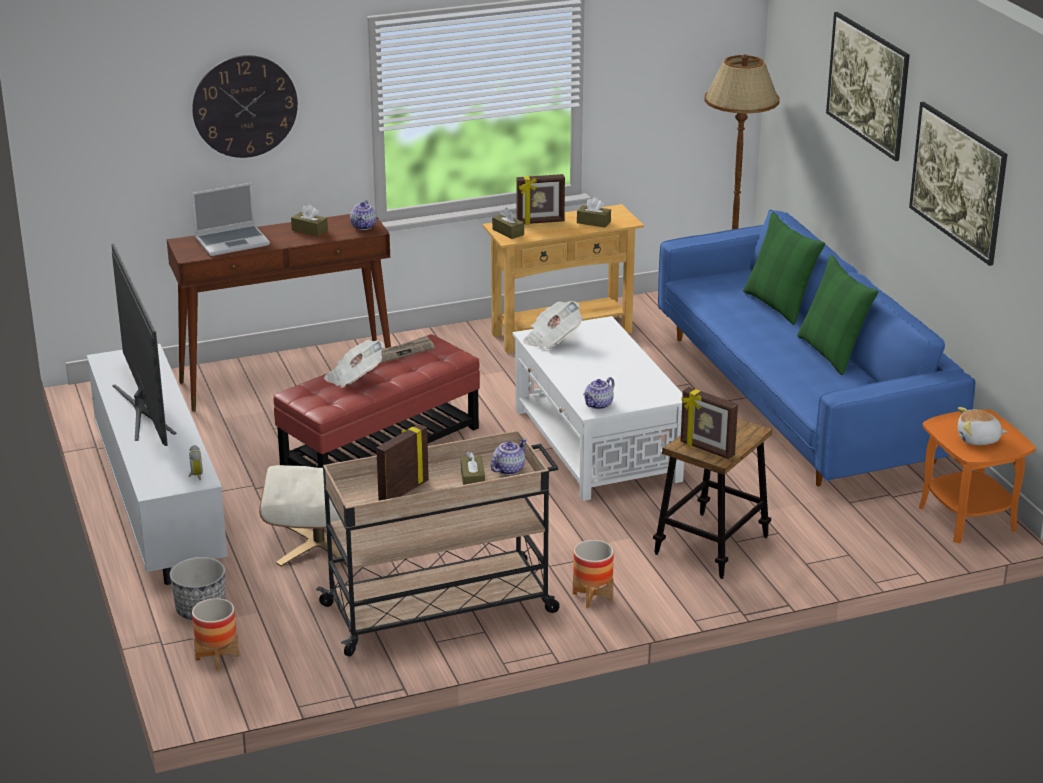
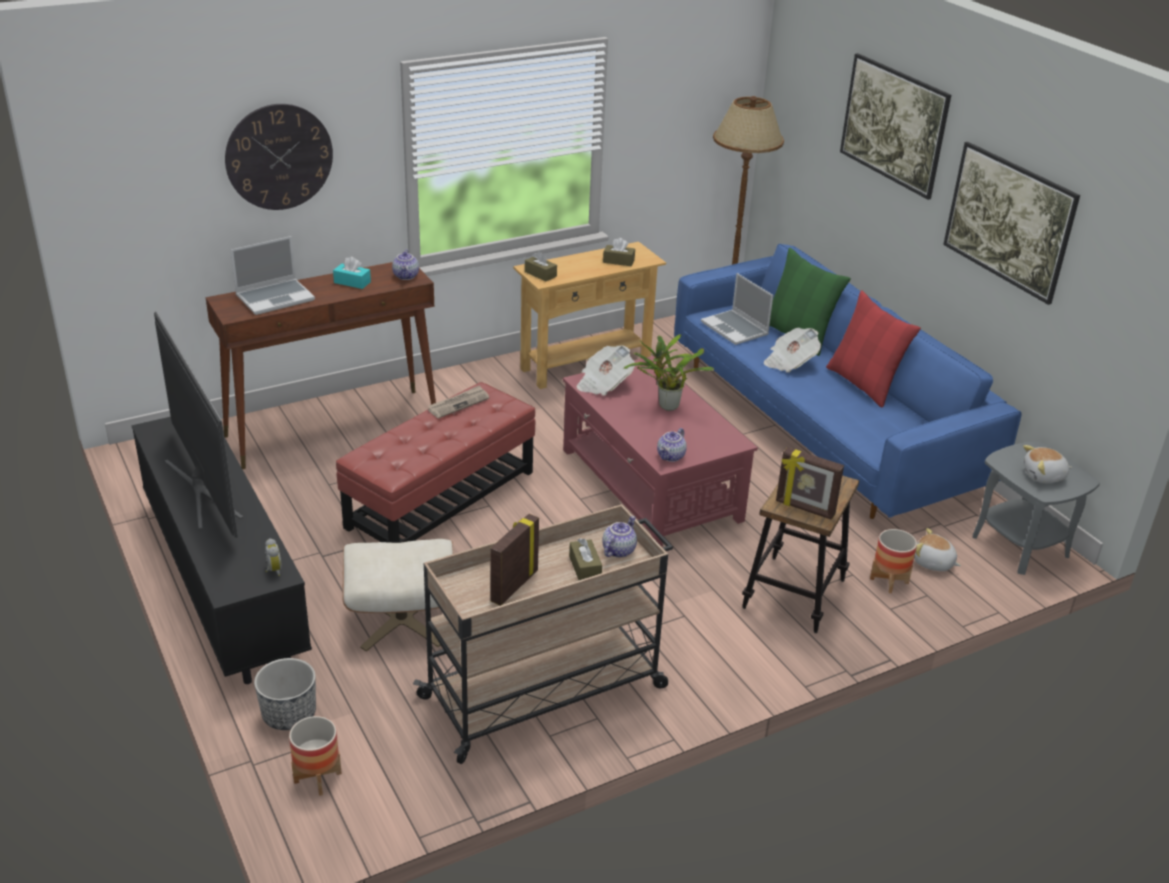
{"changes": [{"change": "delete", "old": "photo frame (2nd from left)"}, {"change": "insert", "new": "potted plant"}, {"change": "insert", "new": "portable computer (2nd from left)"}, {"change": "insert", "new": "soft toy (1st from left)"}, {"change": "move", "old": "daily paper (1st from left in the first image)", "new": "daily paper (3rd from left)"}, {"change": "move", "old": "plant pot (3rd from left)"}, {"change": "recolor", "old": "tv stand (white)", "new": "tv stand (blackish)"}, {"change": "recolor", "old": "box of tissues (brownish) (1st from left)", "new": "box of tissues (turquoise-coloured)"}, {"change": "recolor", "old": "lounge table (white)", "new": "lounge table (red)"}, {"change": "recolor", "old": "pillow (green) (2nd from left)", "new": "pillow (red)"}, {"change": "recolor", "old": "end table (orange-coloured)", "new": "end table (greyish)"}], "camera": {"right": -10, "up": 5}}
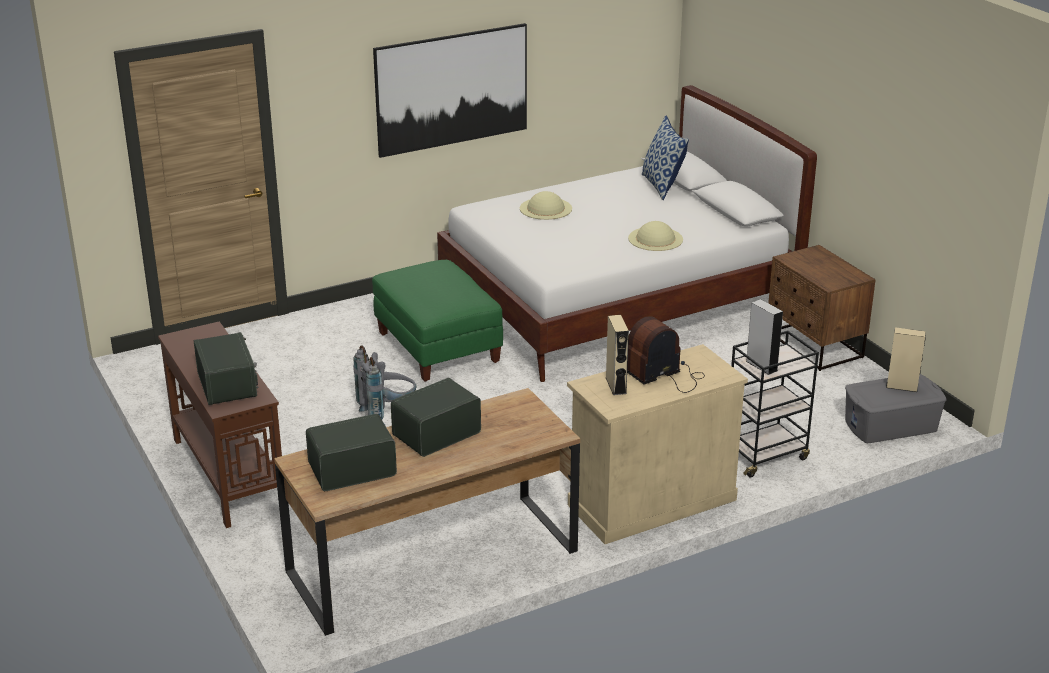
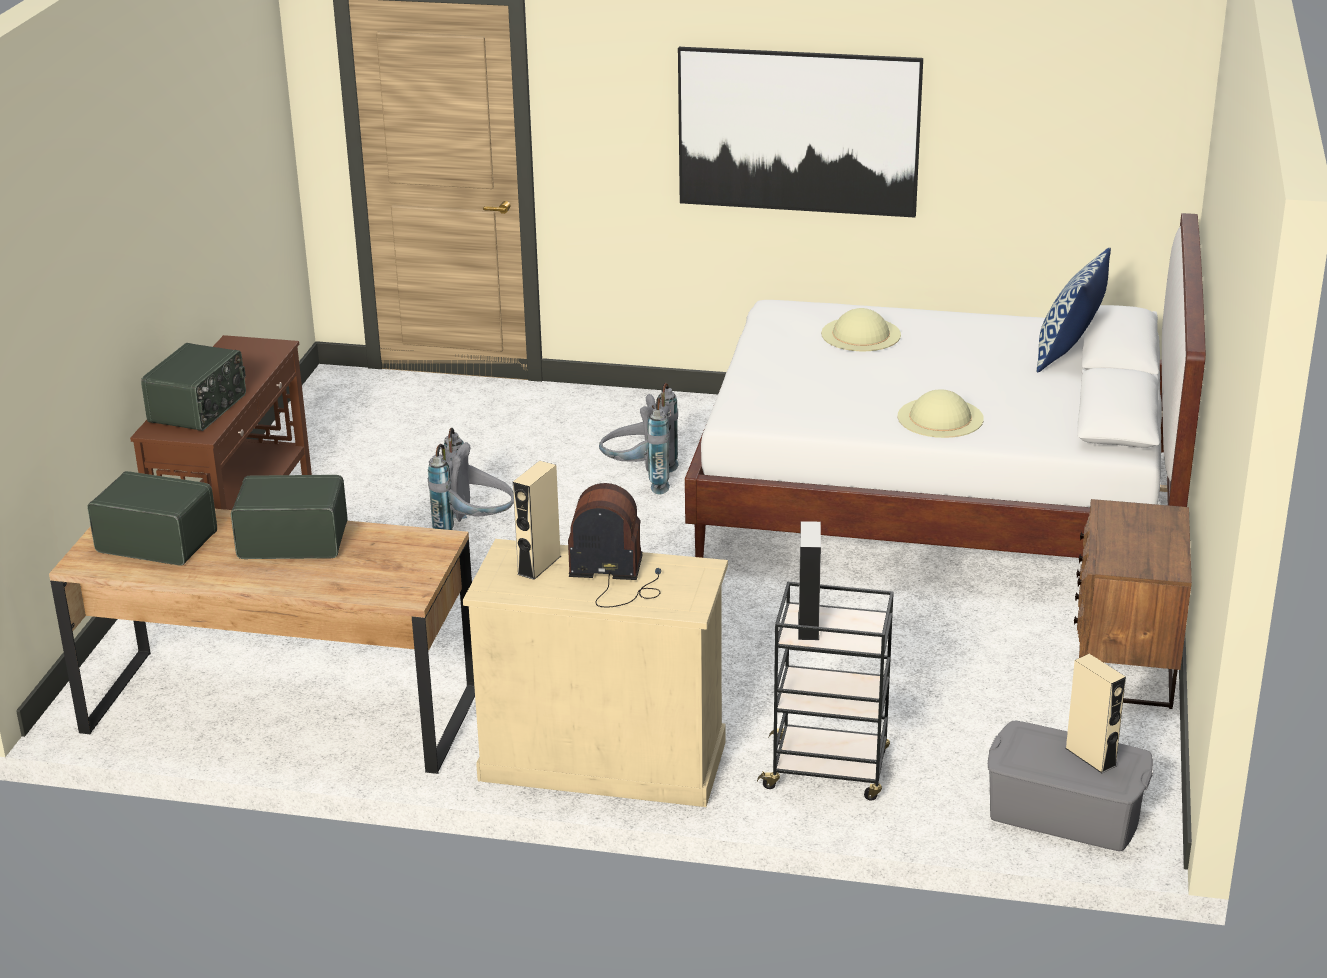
{"changes": [{"change": "replace", "old": "pouffe (green)", "new": "backpack (greyish) (2nd from left)"}], "camera": {"right": 40, "up": 0}}
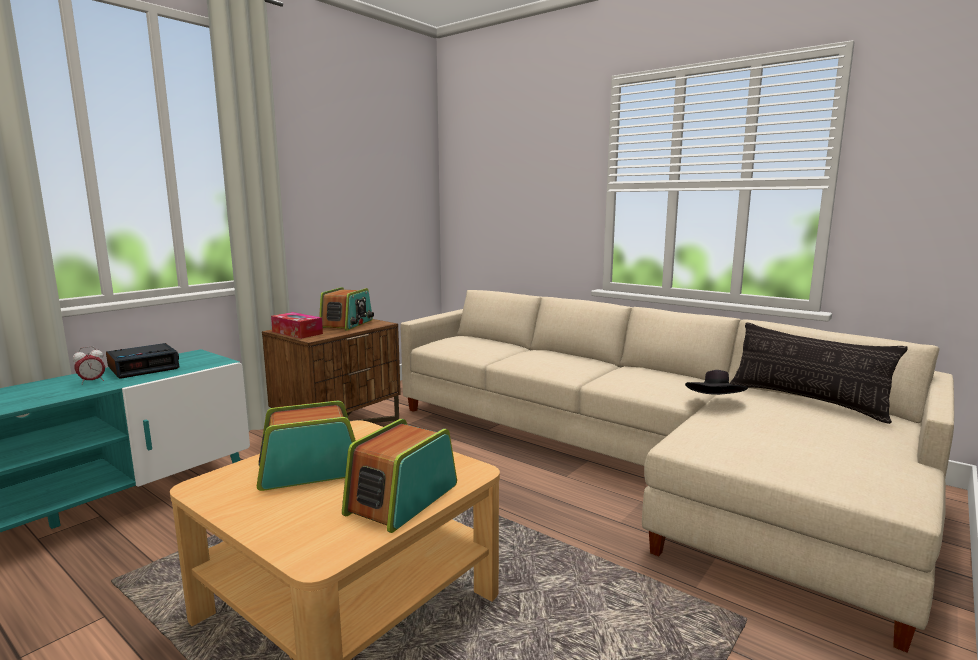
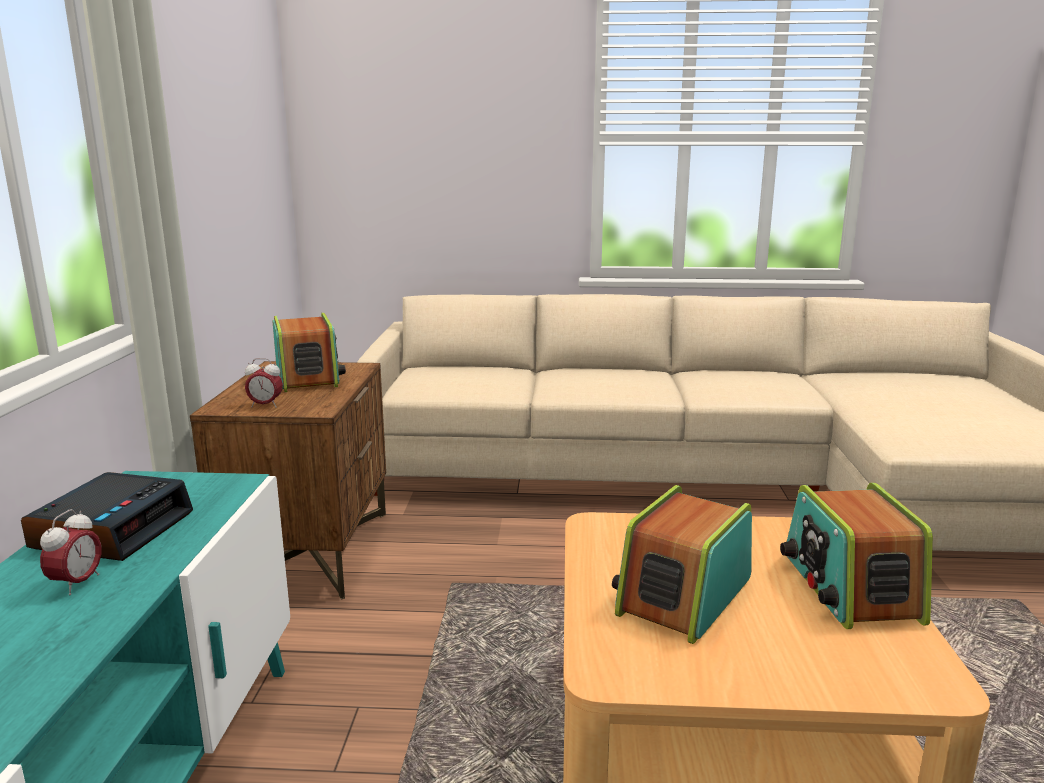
{"changes": [{"change": "delete", "old": "clothing hat (blackish)"}, {"change": "delete", "old": "pillow"}, {"change": "replace", "old": "box of tissues", "new": "table clock (3rd from left)"}], "camera": {"right": -35, "up": 5}}
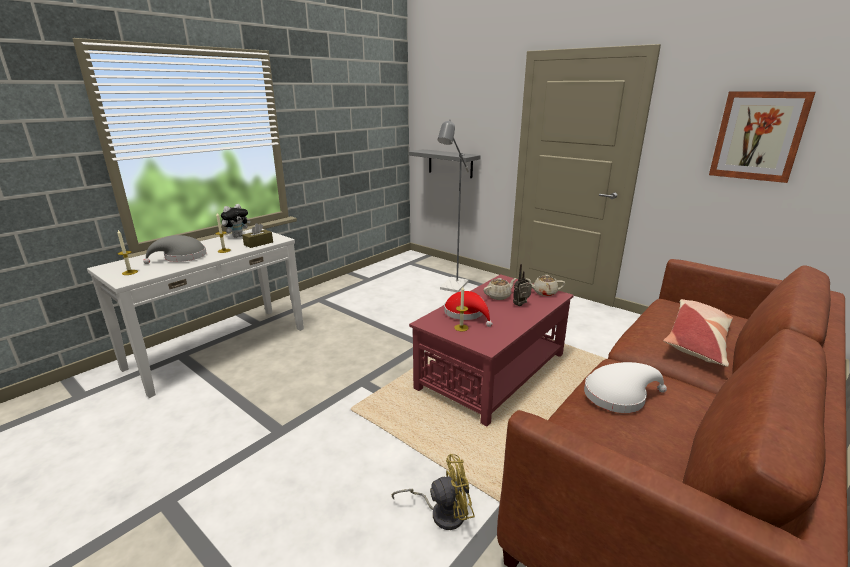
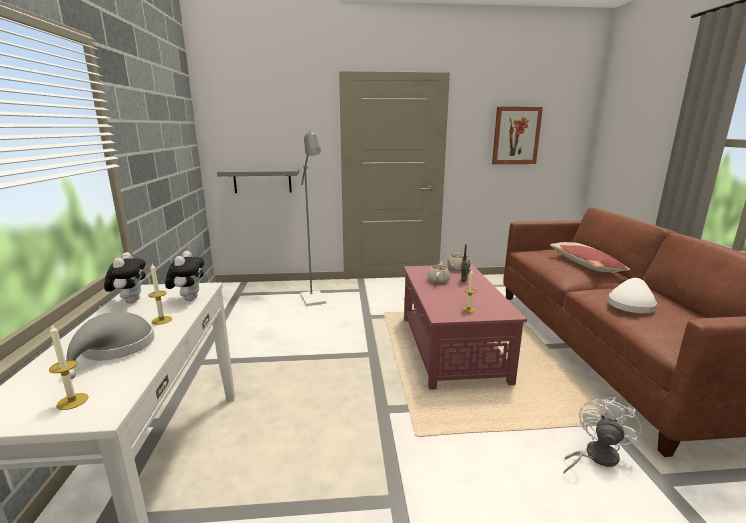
{"changes": [{"change": "delete", "old": "clothing hat (red)"}, {"change": "replace", "old": "box of tissues (brownish)", "new": "soft toy (2nd from left)"}, {"change": "recolor", "old": "electric fan (yellow)", "new": "electric fan (white)"}], "camera": {"right": -45, "up": -5}}
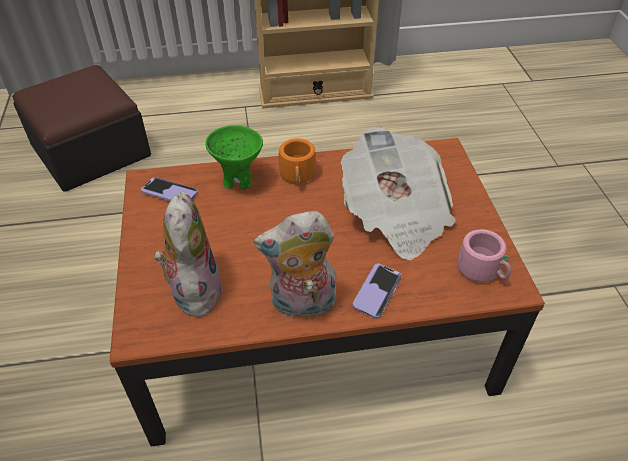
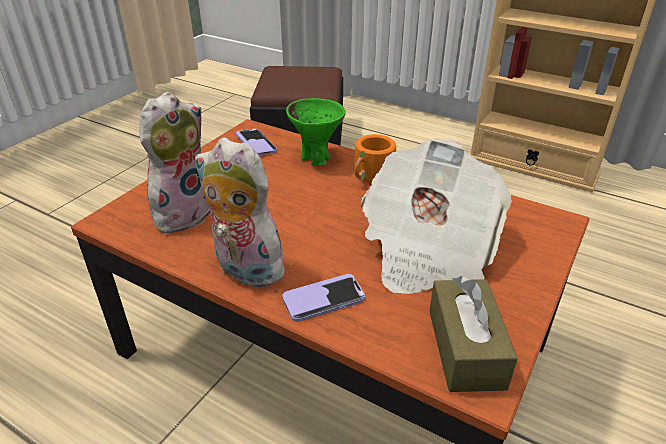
{"changes": [{"change": "replace", "old": "tea mug (pink-coloured)", "new": "box of tissues (brownish)"}], "camera": {"right": 40, "up": -10}}
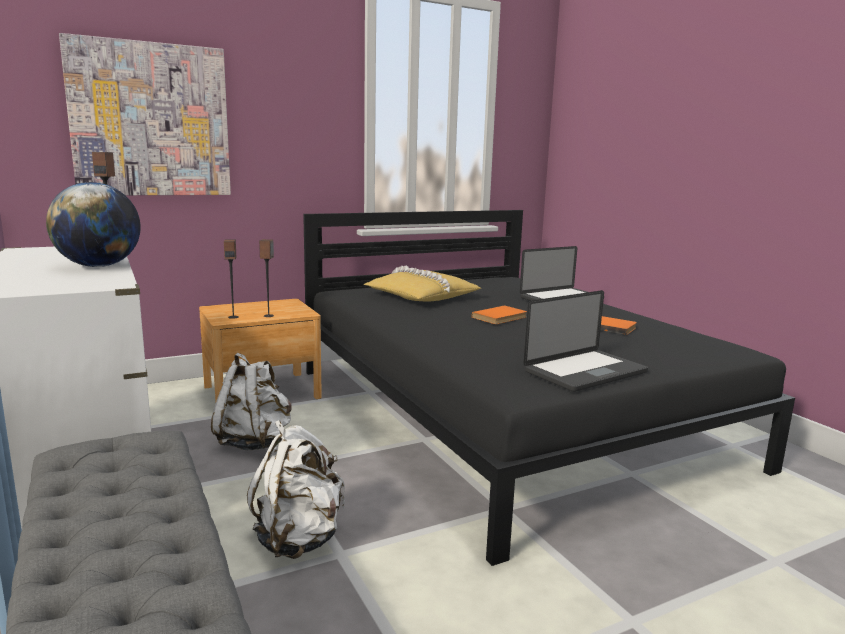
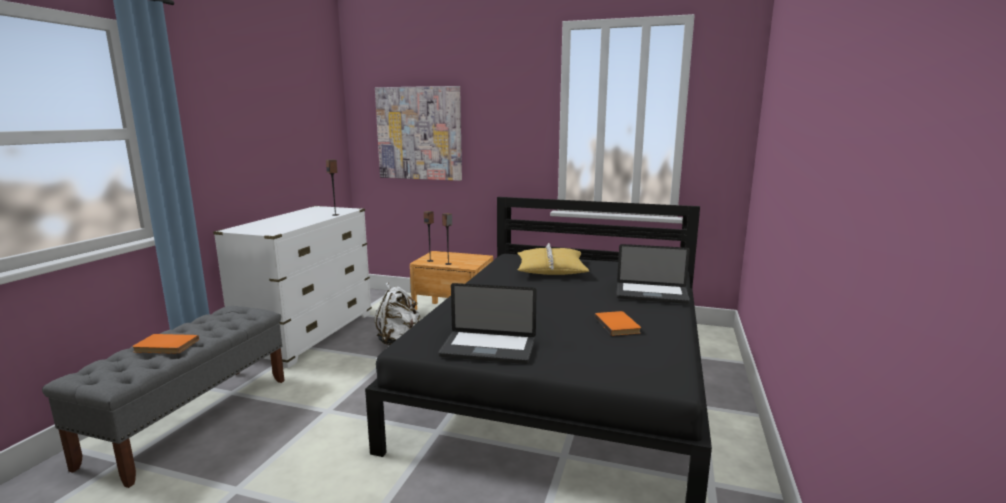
{"changes": [{"change": "delete", "old": "globe"}, {"change": "delete", "old": "backpack (white) (2nd from left)"}, {"change": "move", "old": "volume (orange-coloured) (1st from left)"}], "camera": {"right": 45, "up": 0}}
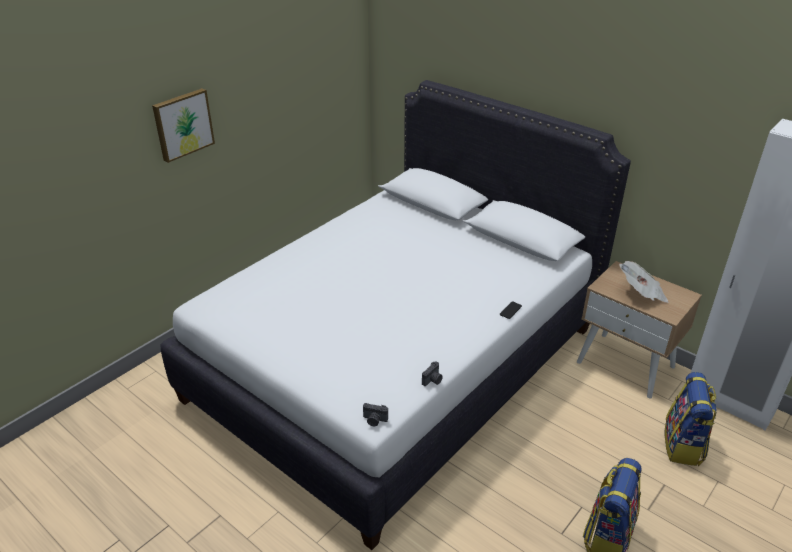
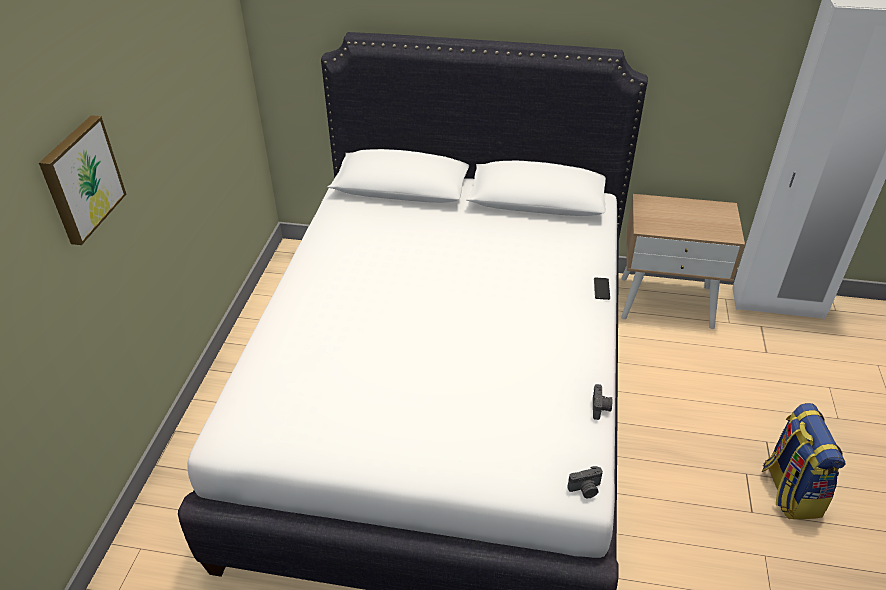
{"changes": [{"change": "delete", "old": "daily paper"}, {"change": "delete", "old": "backpack (2nd from left)"}], "camera": {"right": -30, "up": 5}}
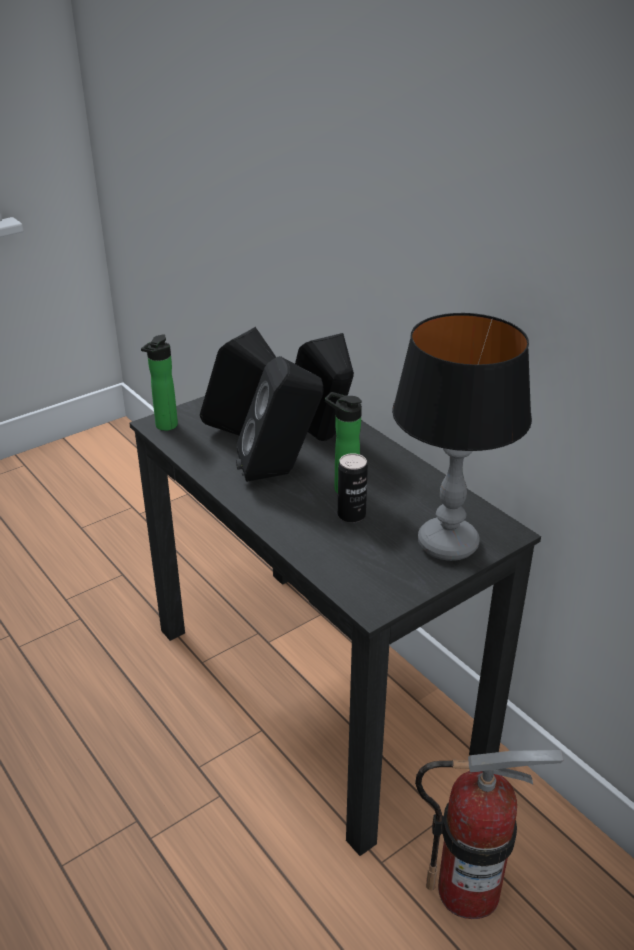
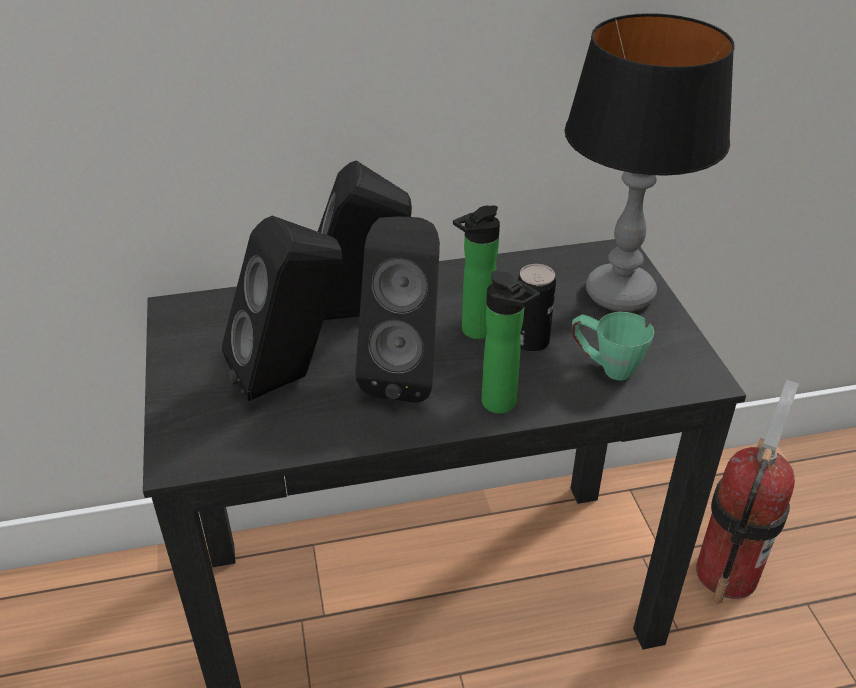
{"changes": [{"change": "insert", "new": "tea mug (green)"}, {"change": "move", "old": "beverage bottle (1st from left in the first image)", "new": "beverage bottle (2nd from left)"}], "camera": {"right": -65, "up": 5}}
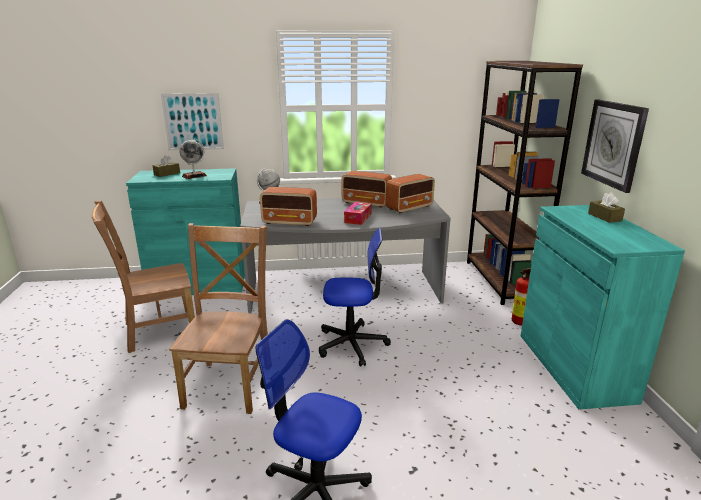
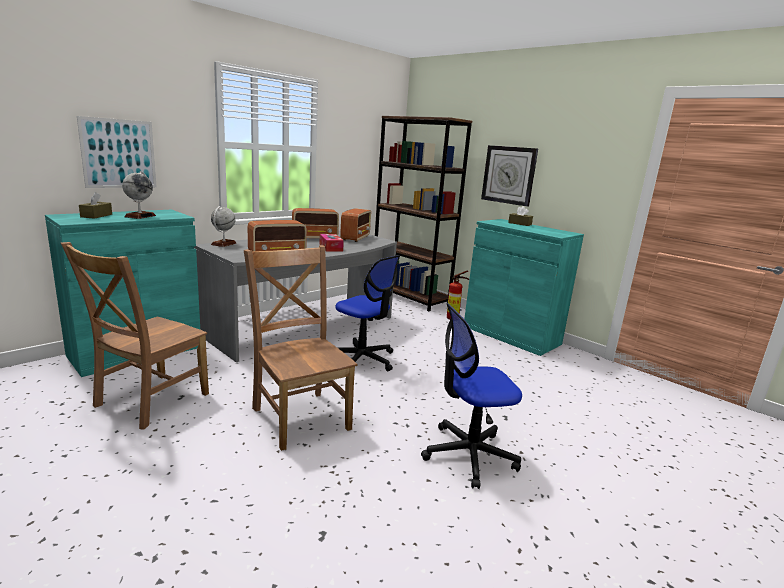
{"changes": [{"change": "rotate", "old": "computer chair (2nd from left in the first image)", "degrees": 75}], "camera": {"right": -40, "up": -5}}
